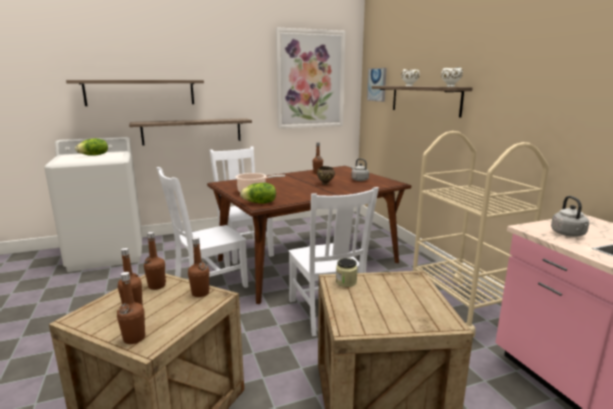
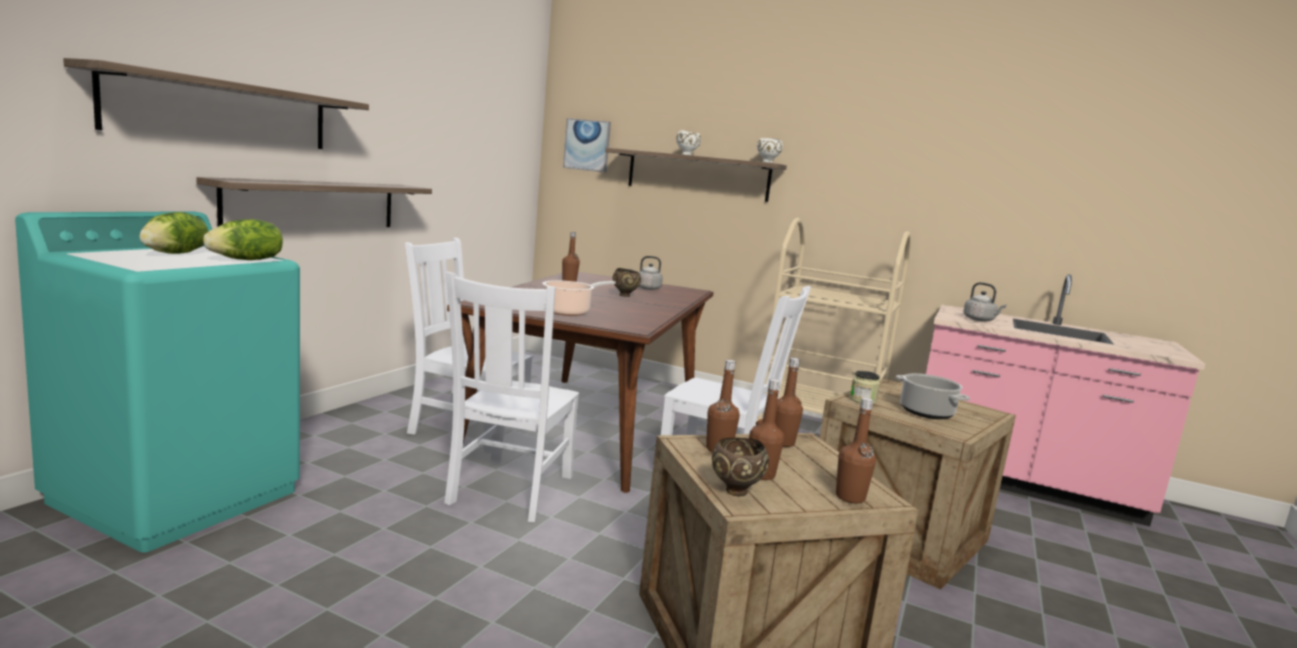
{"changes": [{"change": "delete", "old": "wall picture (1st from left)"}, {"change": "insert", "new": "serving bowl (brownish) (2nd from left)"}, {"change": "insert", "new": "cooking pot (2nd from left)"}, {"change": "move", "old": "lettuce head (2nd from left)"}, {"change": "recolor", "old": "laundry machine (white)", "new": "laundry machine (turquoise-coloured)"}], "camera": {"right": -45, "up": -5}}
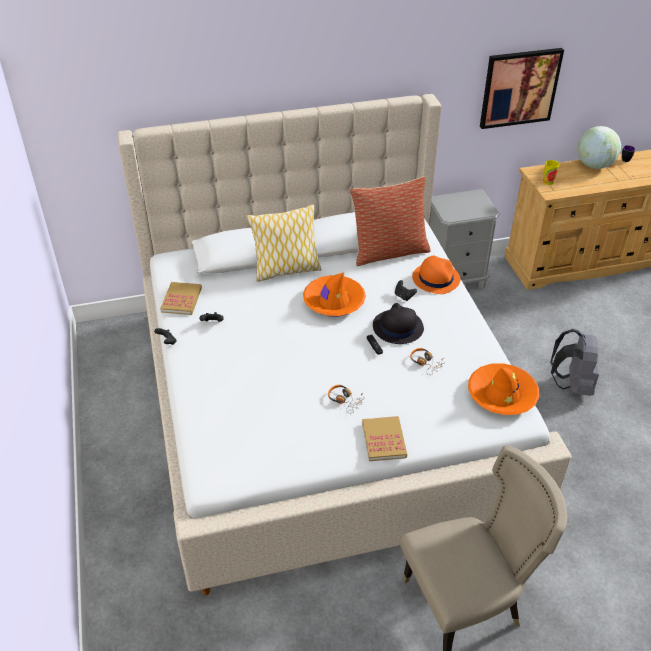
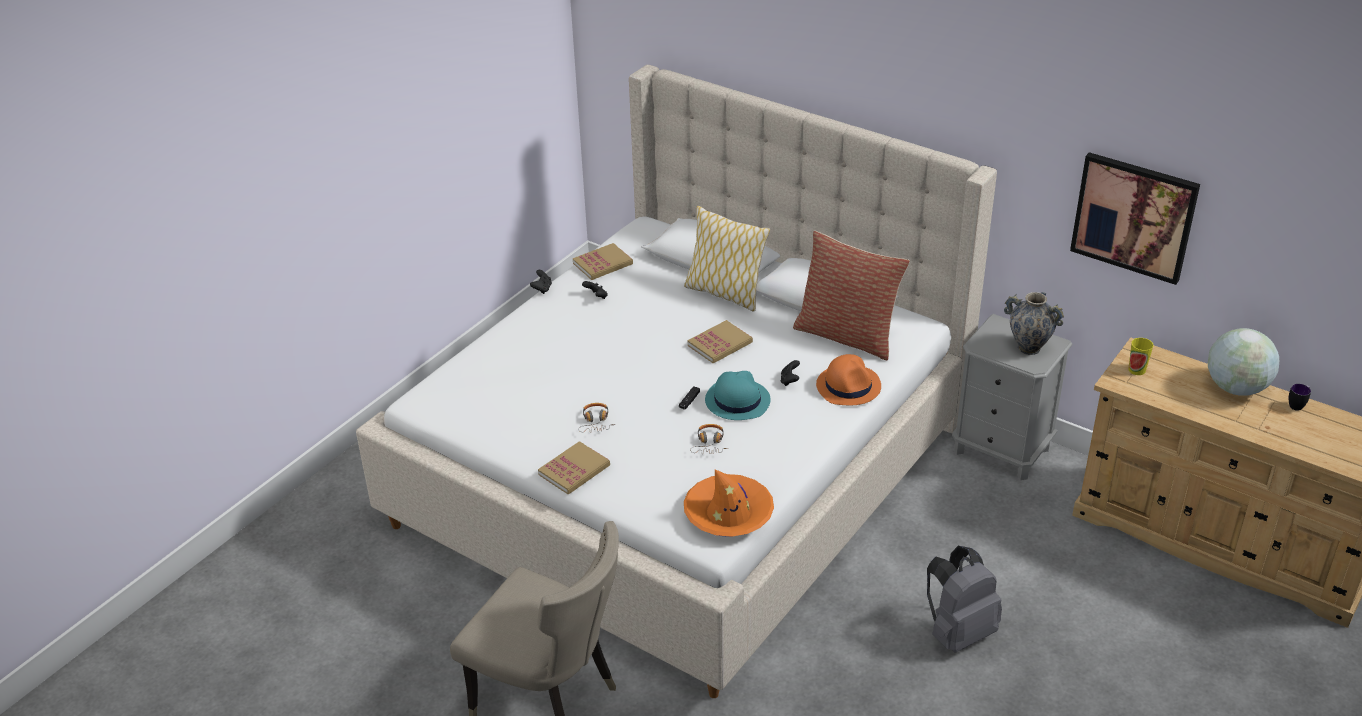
{"changes": [{"change": "insert", "new": "flower vase"}, {"change": "replace", "old": "clothing hat (orange-coloured) (1st from left)", "new": "volume (3rd from left)"}, {"change": "recolor", "old": "clothing hat (blackish)", "new": "clothing hat (turquoise-coloured)"}], "camera": {"right": 50, "up": -5}}
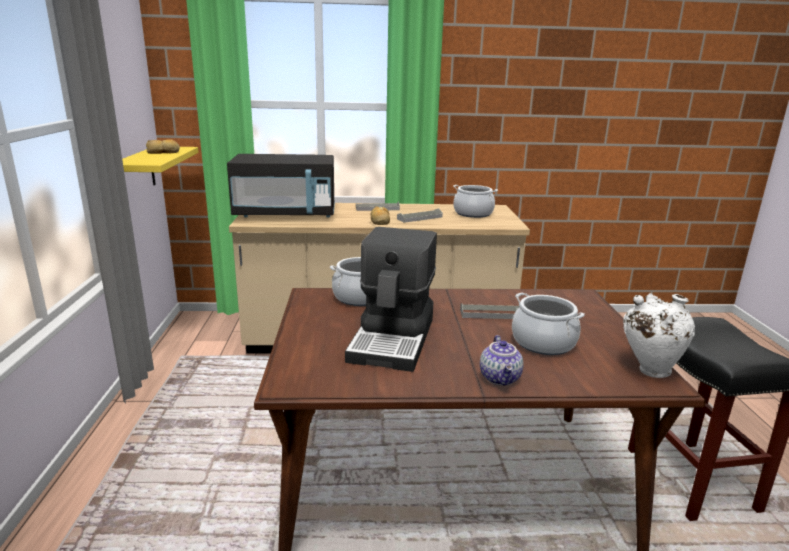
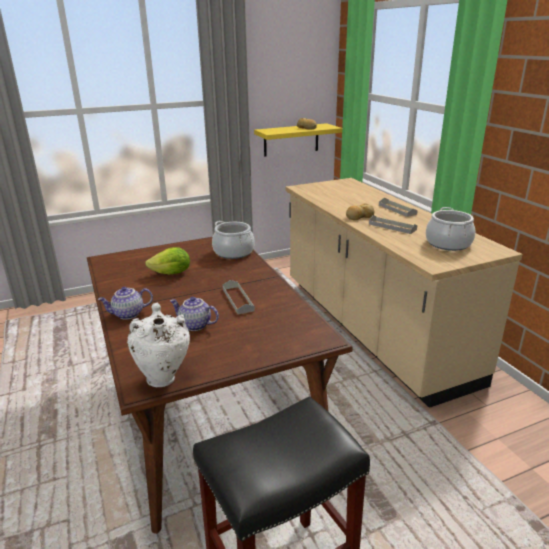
{"changes": [{"change": "delete", "old": "microwave (blackish)"}, {"change": "replace", "old": "coffee machine", "new": "lettuce head"}, {"change": "replace", "old": "cooking pot (3rd from left)", "new": "tea pot (2nd from left)"}], "camera": {"right": 70, "up": 5}}
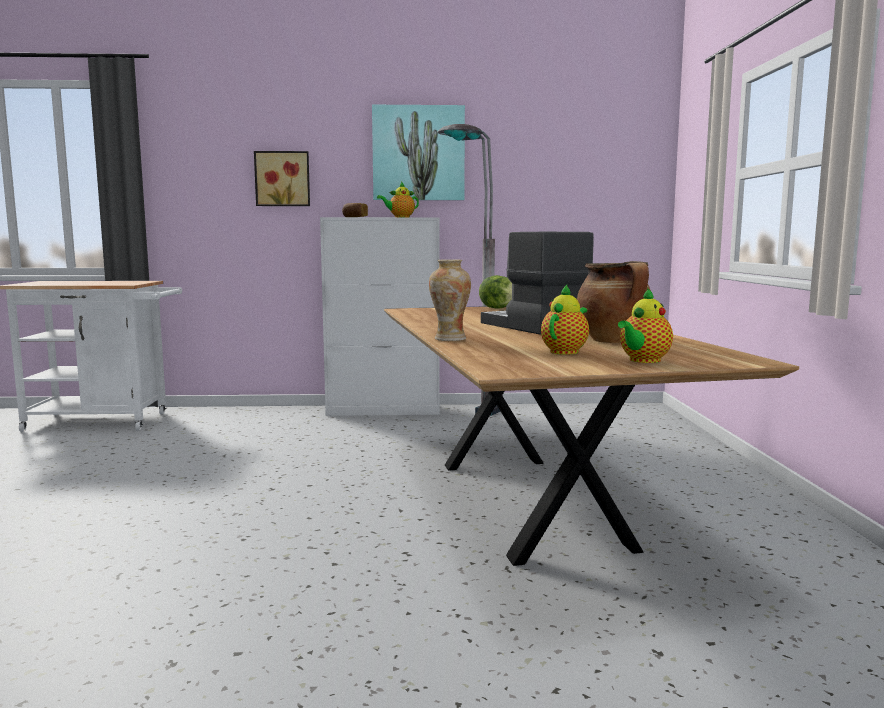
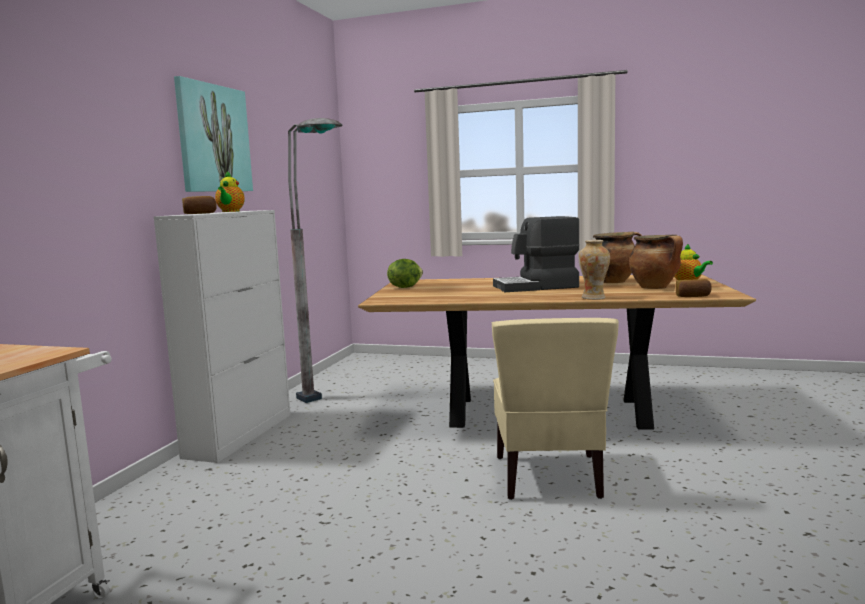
{"changes": [{"change": "delete", "old": "wall picture (1st from left)"}, {"change": "insert", "new": "chair (sand-coloured)"}, {"change": "insert", "new": "bread (2nd from left)"}, {"change": "replace", "old": "tea pot (2nd from left)", "new": "cooking pot (2nd from left)"}], "camera": {"right": -70, "up": 0}}
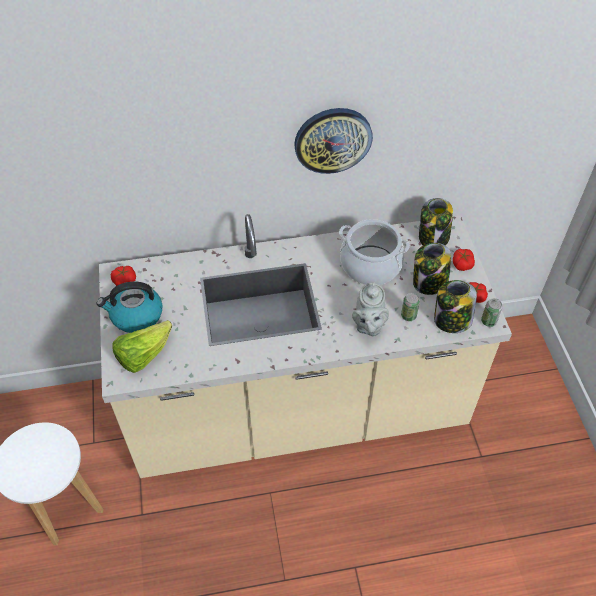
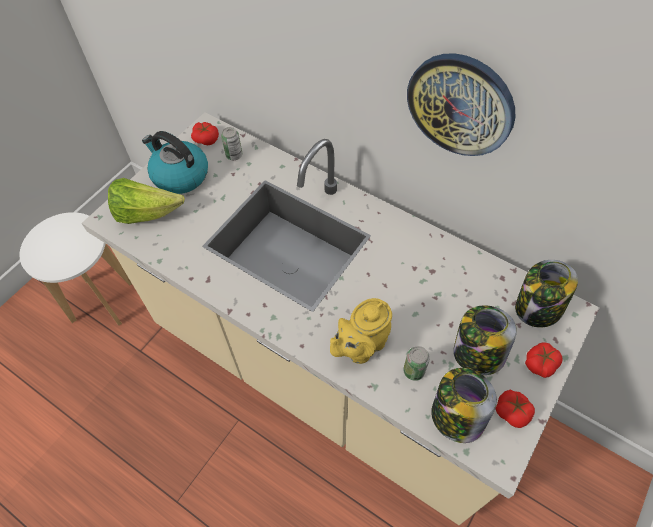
{"changes": [{"change": "delete", "old": "cooking pot"}, {"change": "move", "old": "sealed can (2nd from left in the first image)", "new": "sealed can (1st from left)"}, {"change": "recolor", "old": "tea pot (greyish)", "new": "tea pot (yellow)"}], "camera": {"right": 45, "up": 5}}
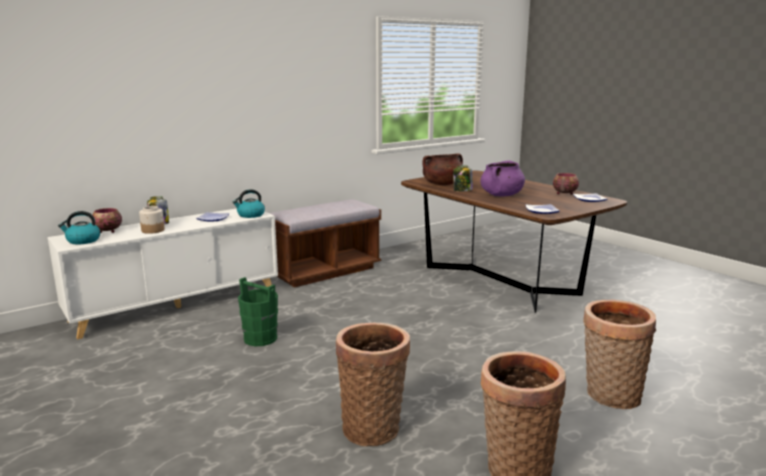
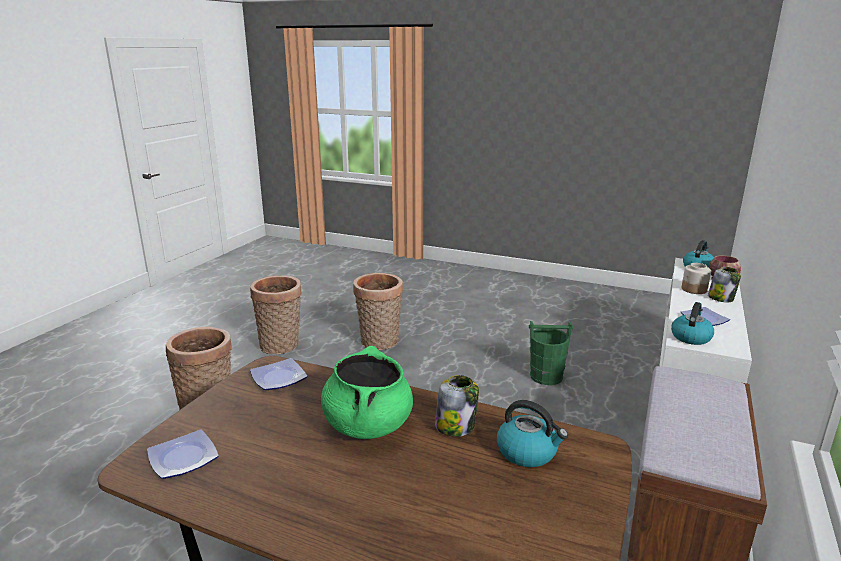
{"changes": [{"change": "delete", "old": "serving bowl (2nd from left)"}, {"change": "replace", "old": "cooking pot (brownish)", "new": "kettle (1st from left)"}, {"change": "recolor", "old": "cooking pot (purple)", "new": "cooking pot (green)"}], "camera": {"right": 150, "up": 5}}
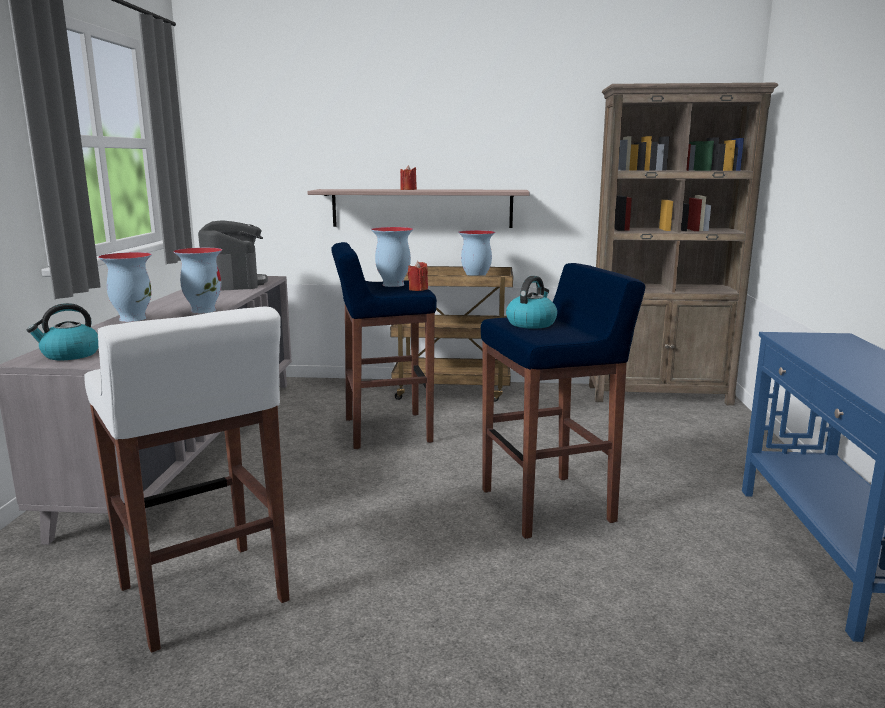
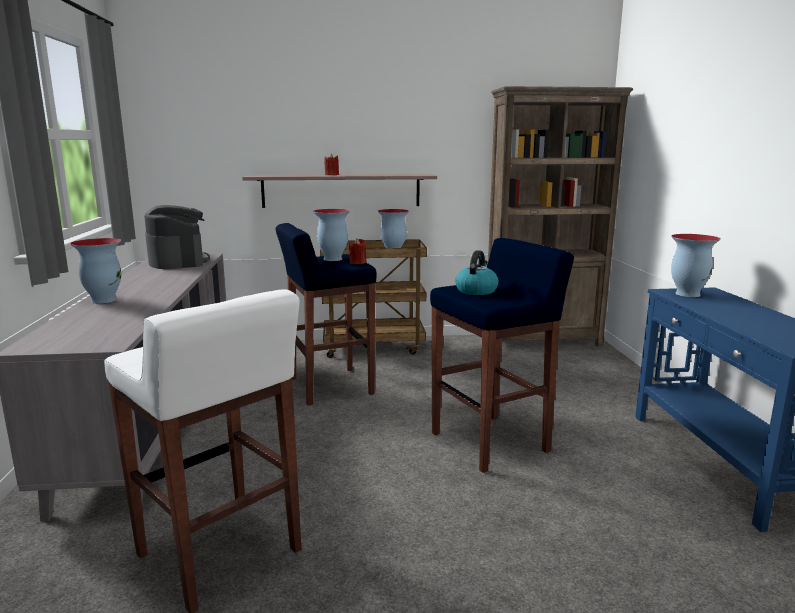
{"changes": [{"change": "delete", "old": "kettle (1st from left)"}, {"change": "move", "old": "flower vase (2nd from left in the first image)", "new": "flower vase (4th from left)"}], "camera": {"right": -10, "up": 0}}
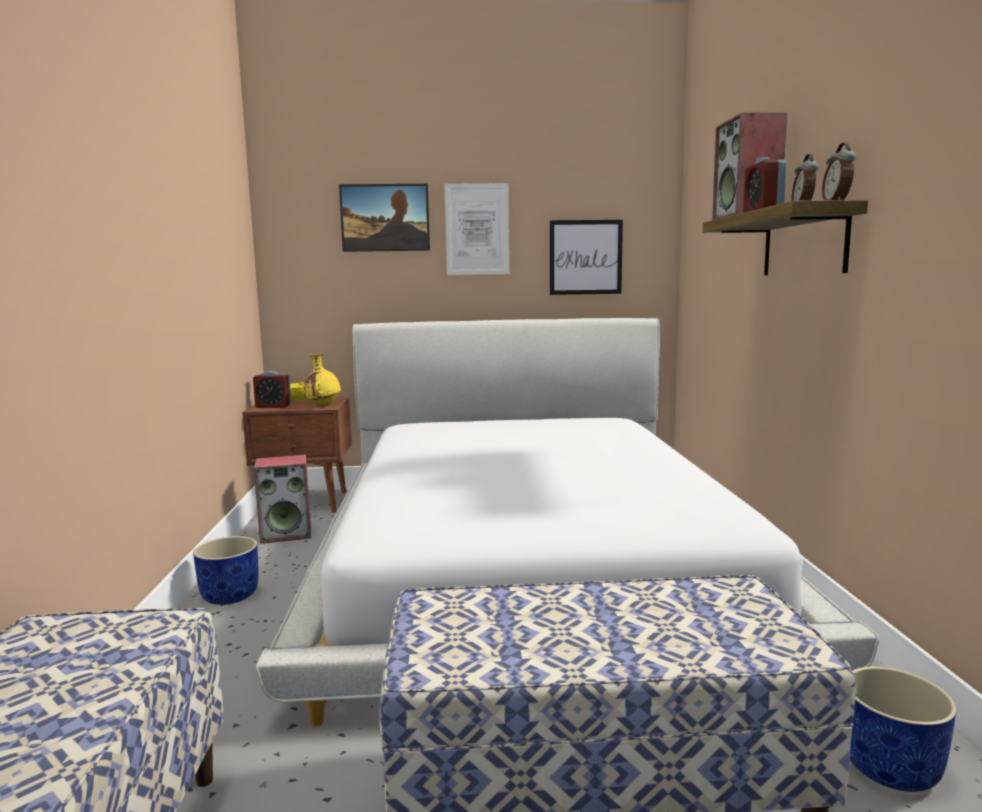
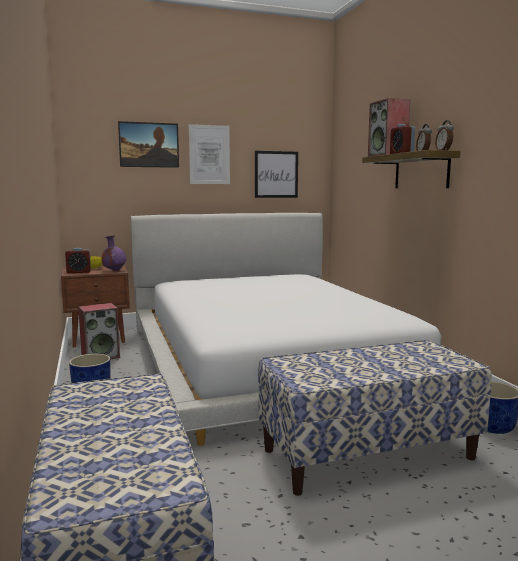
{"changes": [{"change": "recolor", "old": "flower vase (yellow)", "new": "flower vase (purple)"}], "camera": {"right": -15, "up": 0}}
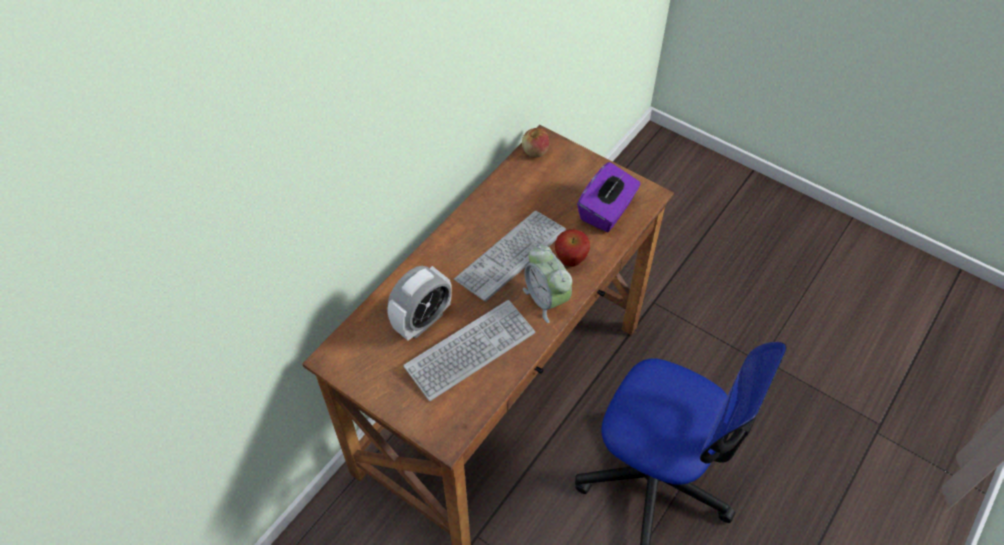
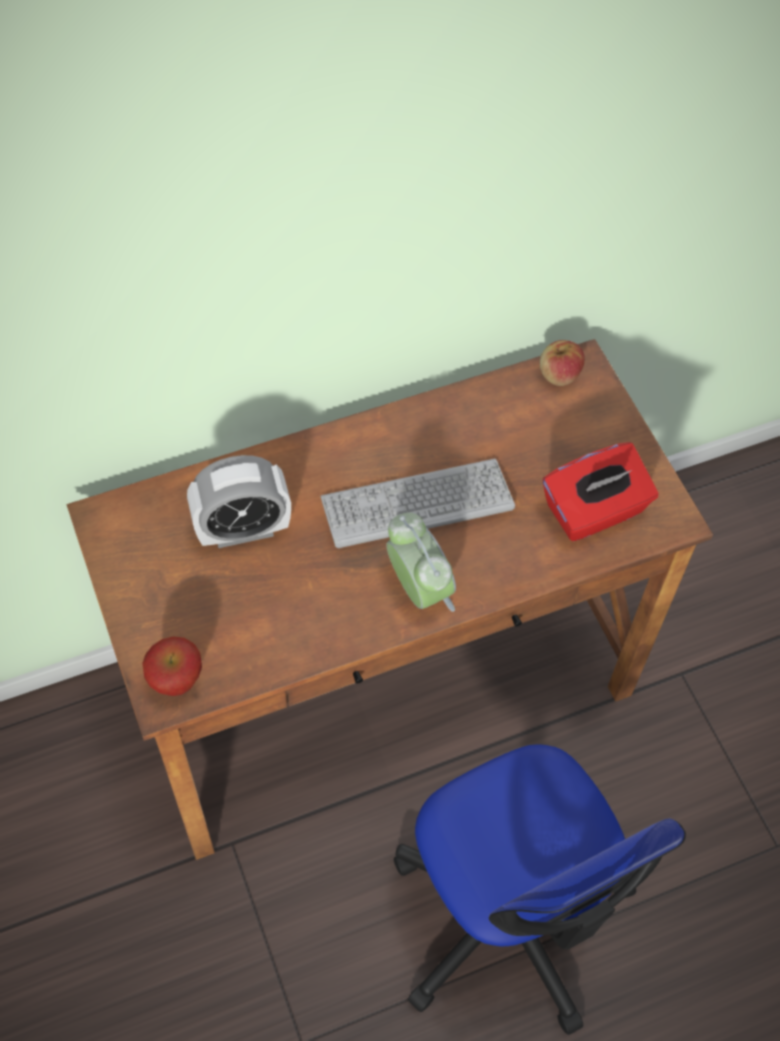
{"changes": [{"change": "delete", "old": "PC keyboard (1st from left)"}, {"change": "move", "old": "apple (2nd from left in the first image)", "new": "apple (1st from left)"}, {"change": "recolor", "old": "box of tissues (purple)", "new": "box of tissues (red)"}, {"change": "rotate", "old": "table clock (2nd from left)", "degrees": 150}], "camera": {"right": 30, "up": 5}}
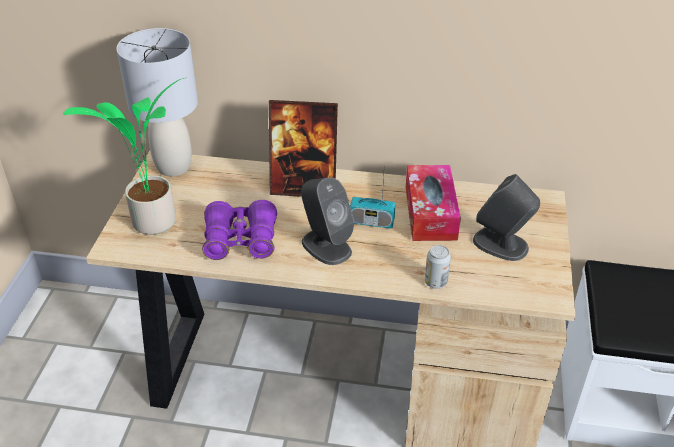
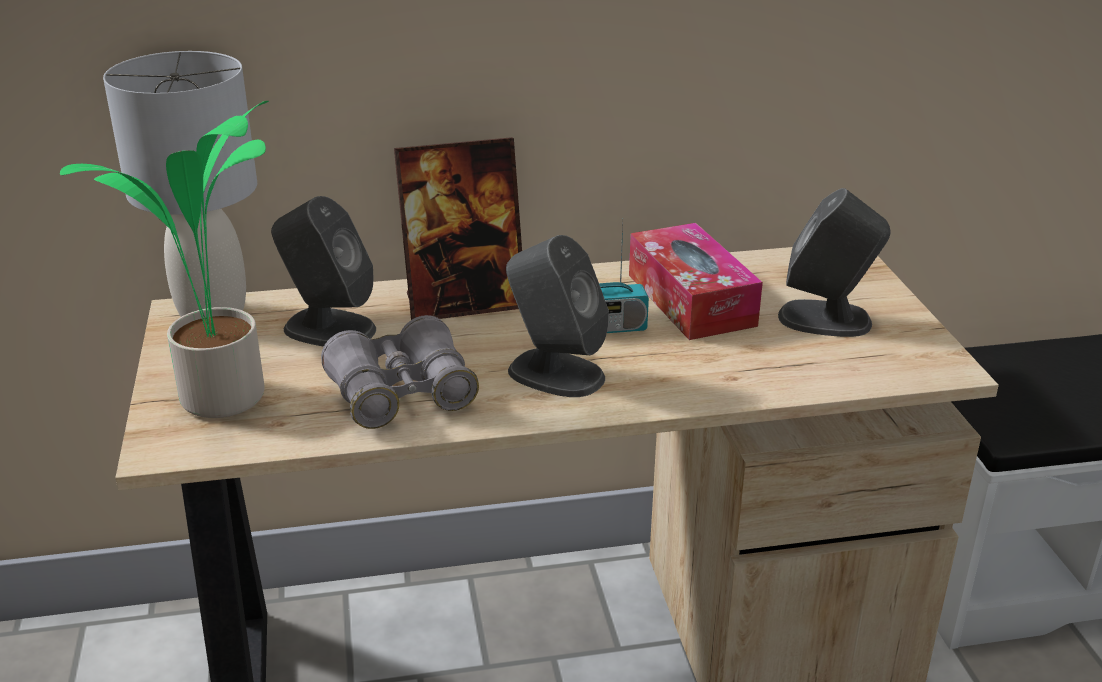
{"changes": [{"change": "delete", "old": "sealed can"}, {"change": "insert", "new": "speaker (greyish) (1st from left)"}, {"change": "recolor", "old": "binoculars (purple)", "new": "binoculars (greyish)"}], "camera": {"right": -20, "up": -10}}
